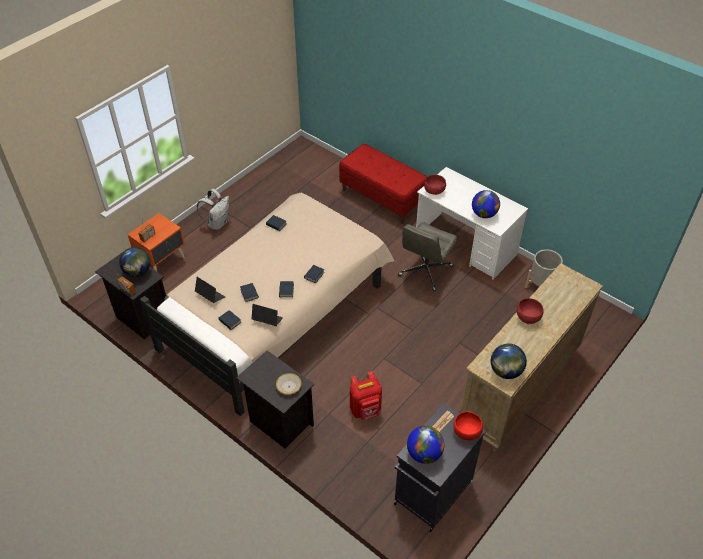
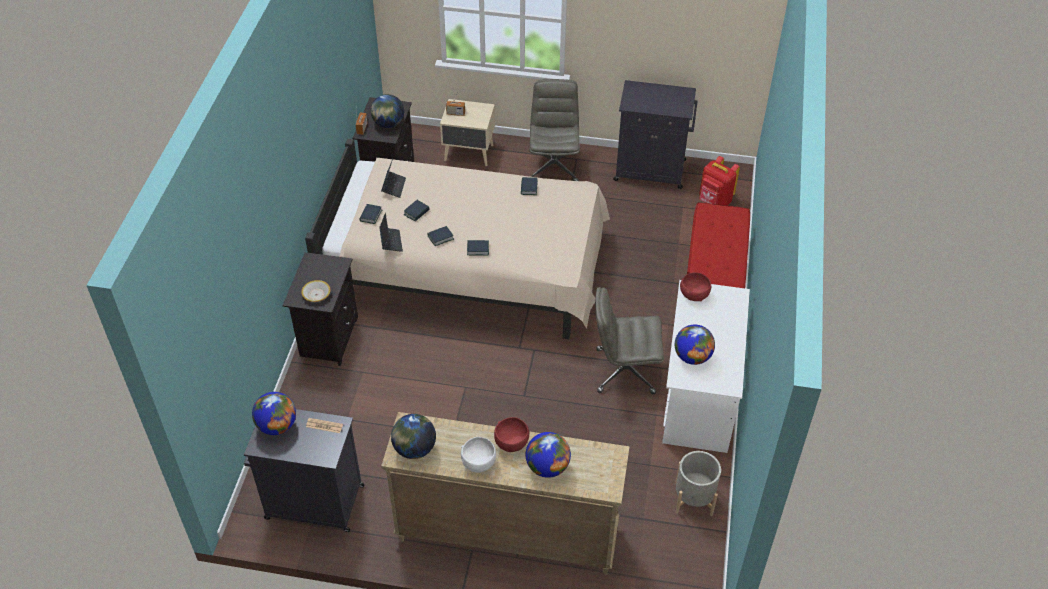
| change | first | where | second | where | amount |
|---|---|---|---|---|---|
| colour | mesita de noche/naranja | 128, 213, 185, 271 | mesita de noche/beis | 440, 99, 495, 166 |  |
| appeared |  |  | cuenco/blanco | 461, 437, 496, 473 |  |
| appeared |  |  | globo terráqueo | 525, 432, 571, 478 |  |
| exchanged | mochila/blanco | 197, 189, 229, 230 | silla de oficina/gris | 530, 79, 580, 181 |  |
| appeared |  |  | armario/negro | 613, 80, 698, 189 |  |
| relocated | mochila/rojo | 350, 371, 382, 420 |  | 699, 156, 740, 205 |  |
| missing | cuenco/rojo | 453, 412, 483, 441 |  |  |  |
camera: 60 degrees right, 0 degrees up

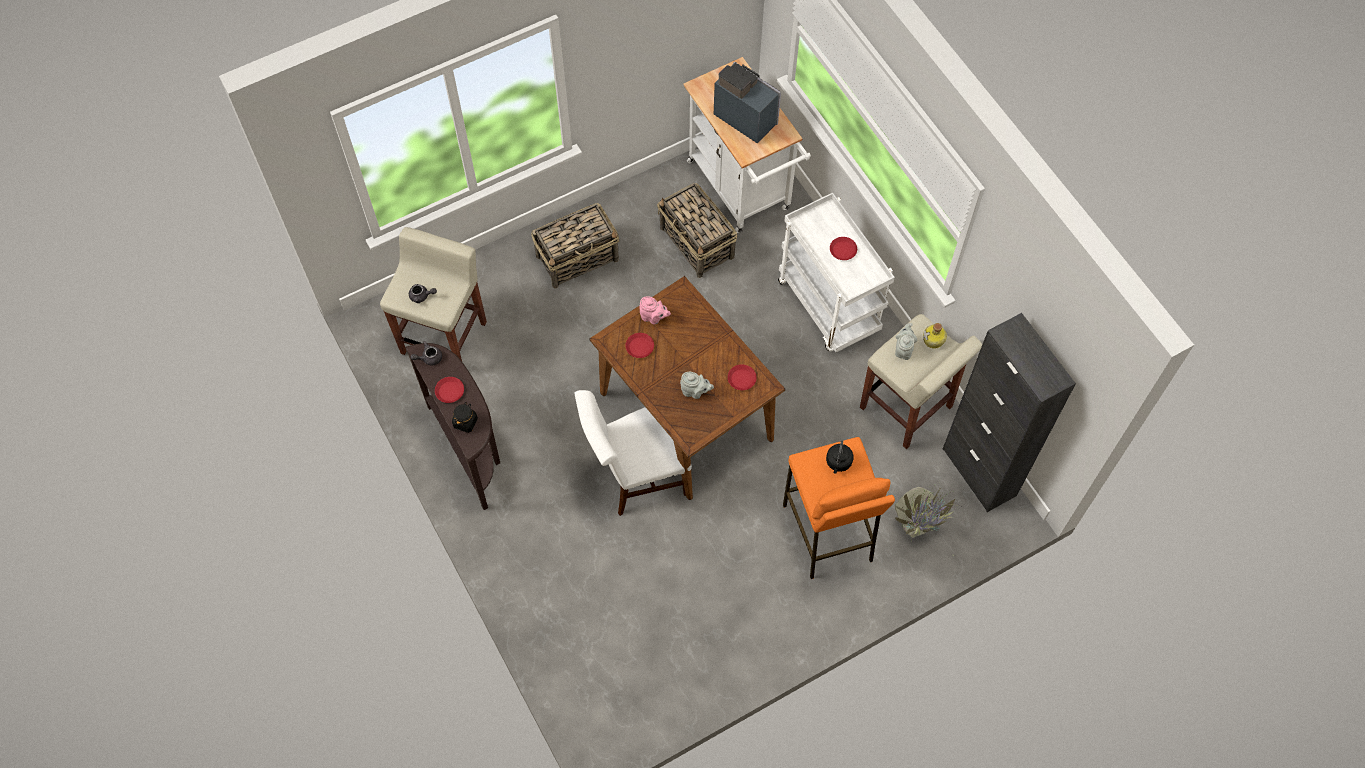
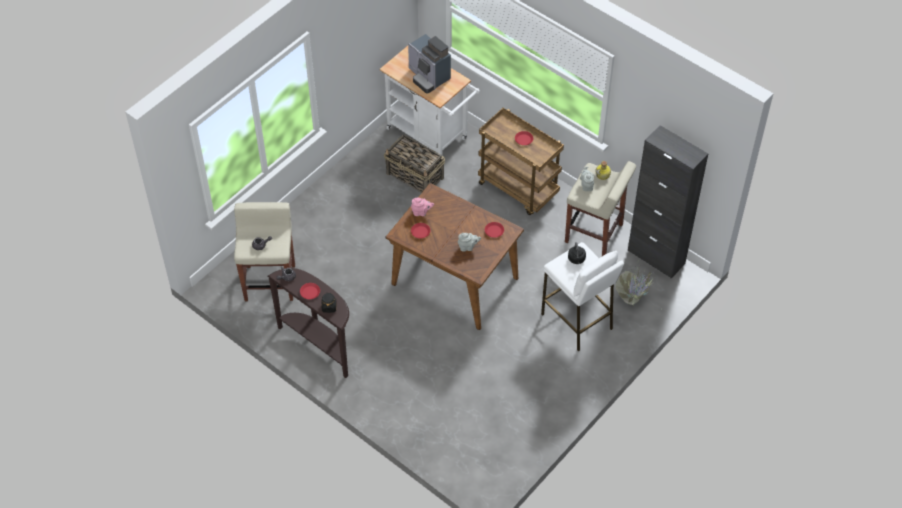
| change | first | where | second | where | amount |
|---|---|---|---|---|---|
| spun | cafetera | 714, 62, 781, 143 |  | 408, 34, 451, 93 | 150 degrees counterclockwise |
| colour | carrito/blanco | 778, 193, 895, 353 | carrito/marrón | 478, 108, 564, 215 |  |
| colour | taburete/naranja | 783, 437, 895, 579 | taburete/blanco | 541, 242, 624, 352 |  |
| missing | cesta | 531, 203, 619, 289 |  |  |  |
| missing | silla/blanco | 575, 390, 692, 516 |  |  |  |
camera: 20 degrees left, 10 degrees down

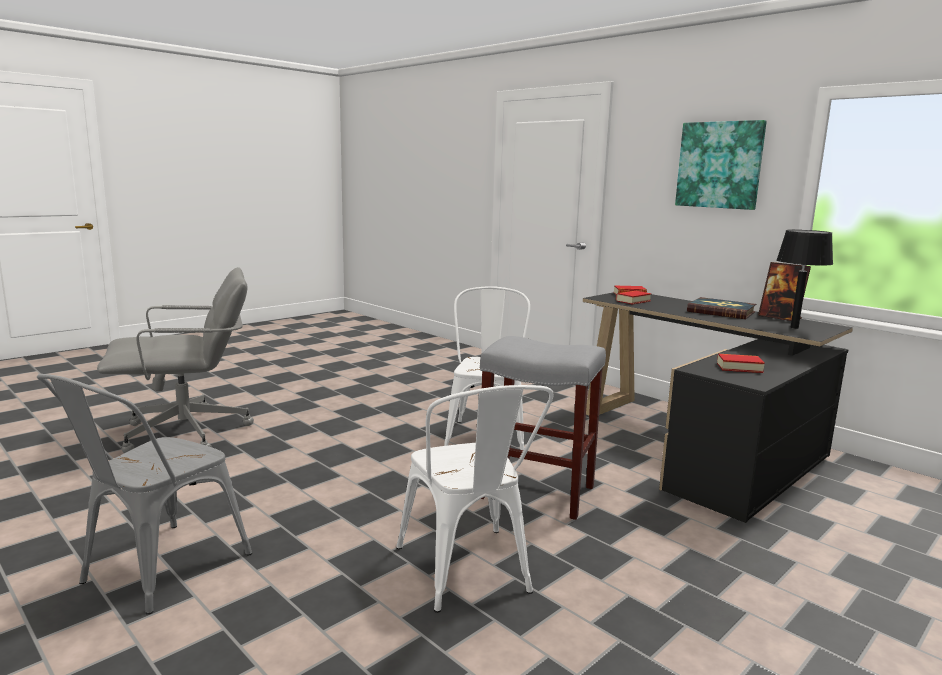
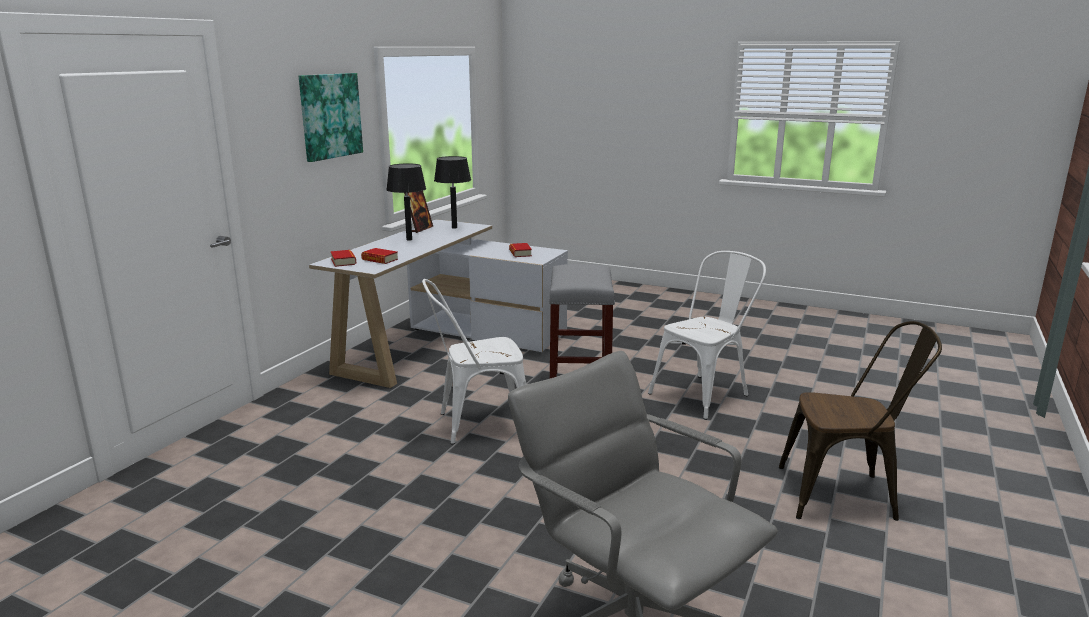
| change | first | where | second | where | amount |
|---|---|---|---|---|---|
| colour | escritorio/negro | 583, 292, 853, 523 | escritorio/blanco | 309, 219, 568, 388 |  |
| exchanged | libro | 687, 297, 756, 319 | lámpara de mesa/negro | 386, 164, 426, 241 |  |
| colour | silla/gris | 37, 374, 252, 615 | silla/marrón | 779, 321, 942, 521 |  |
camera: 110 degrees left, 5 degrees up

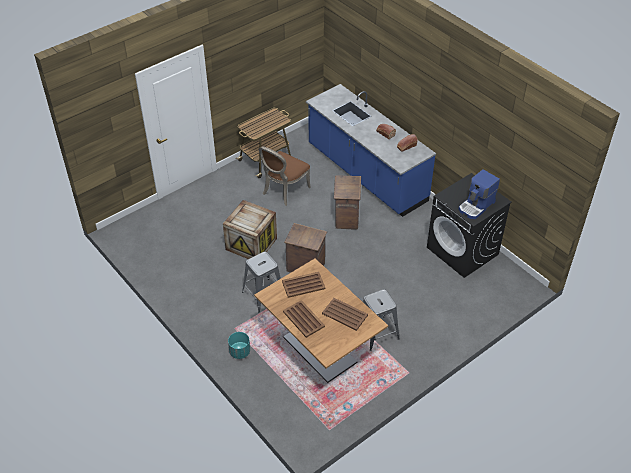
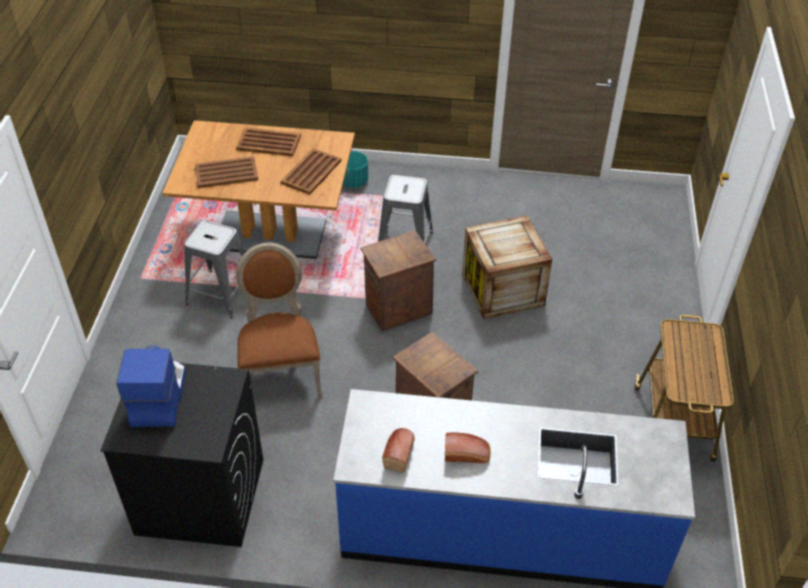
| change | first | where | second | where | amount |
|---|---|---|---|---|---|
| relocated | silla/marrón | 259, 146, 311, 206 |  | 236, 243, 322, 398 |  |
camera: 135 degrees right, 0 degrees up

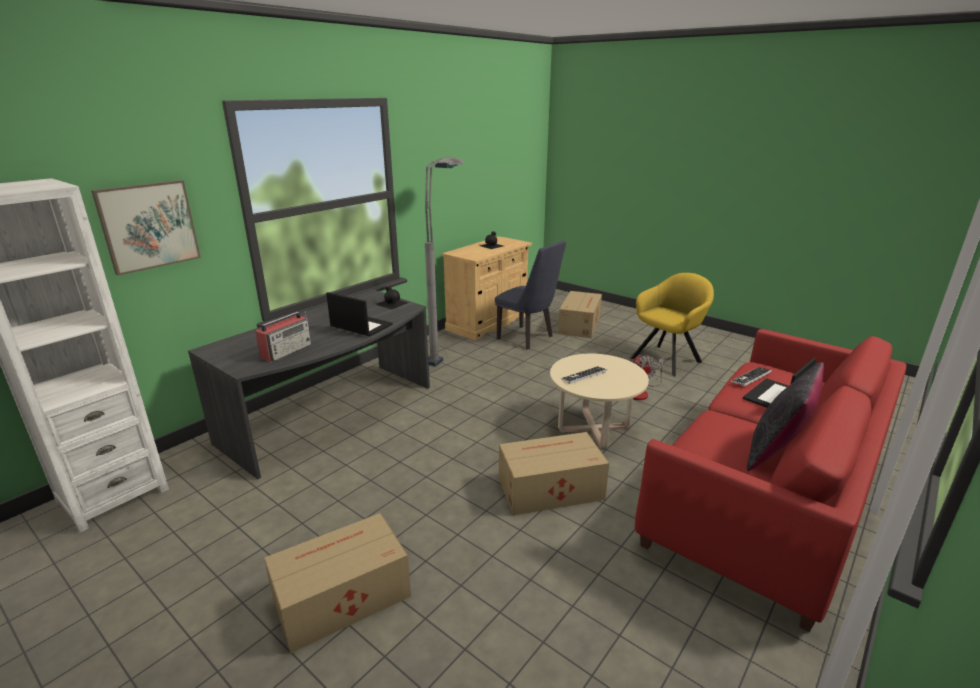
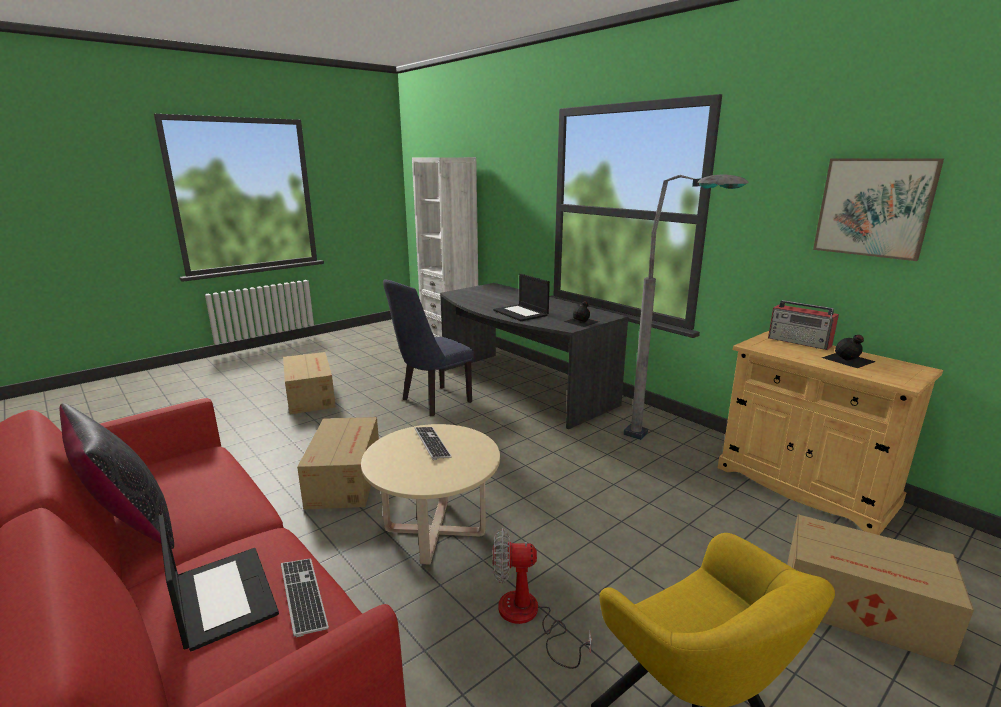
| change | first | where | second | where | amount |
|---|---|---|---|---|---|
| relocated | silla/azul | 495, 240, 566, 349 |  | 383, 280, 474, 416 |  |
| spun | portátil | 326, 292, 393, 336 |  | 493, 274, 550, 321 | 105 degrees clockwise |
| relocated | radio | 255, 311, 311, 362 |  | 768, 300, 839, 350 |  |
| relocated | cuadro | 91, 180, 201, 275 |  | 813, 158, 944, 261 |  |
camera: 100 degrees right, 5 degrees down

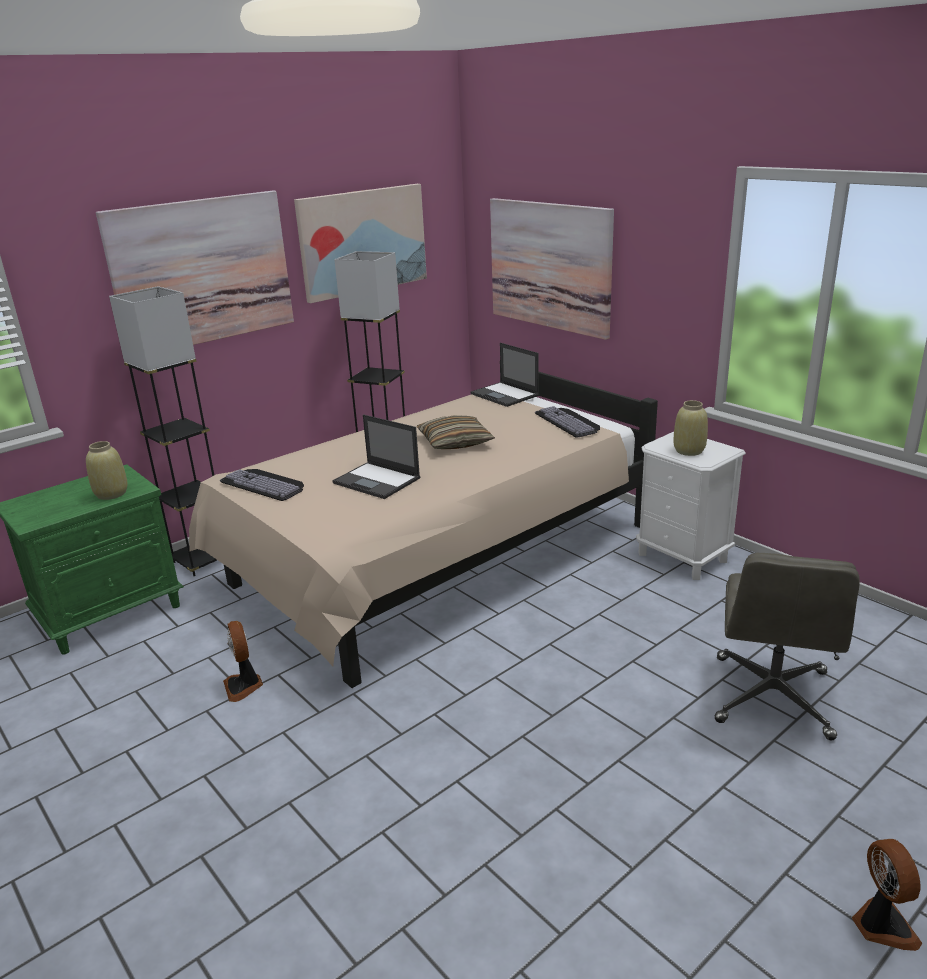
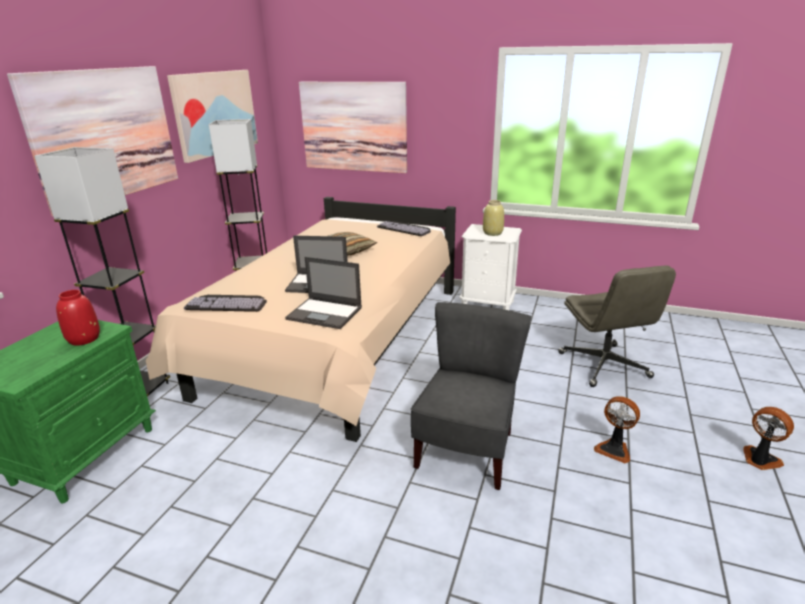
| change | first | where | second | where | amount |
|---|---|---|---|---|---|
| colour | florero/beis | 86, 441, 128, 500 | florero/rojo | 56, 290, 100, 346 |  |
| relocated | portátil | 470, 343, 539, 407 |  | 285, 257, 362, 329 |  |
| appeared |  |  | silla/gris | 411, 302, 531, 490 |  |
| relocated | ventilador | 223, 621, 263, 702 |  | 594, 396, 640, 463 |  |
camera: 30 degrees left, 0 degrees up

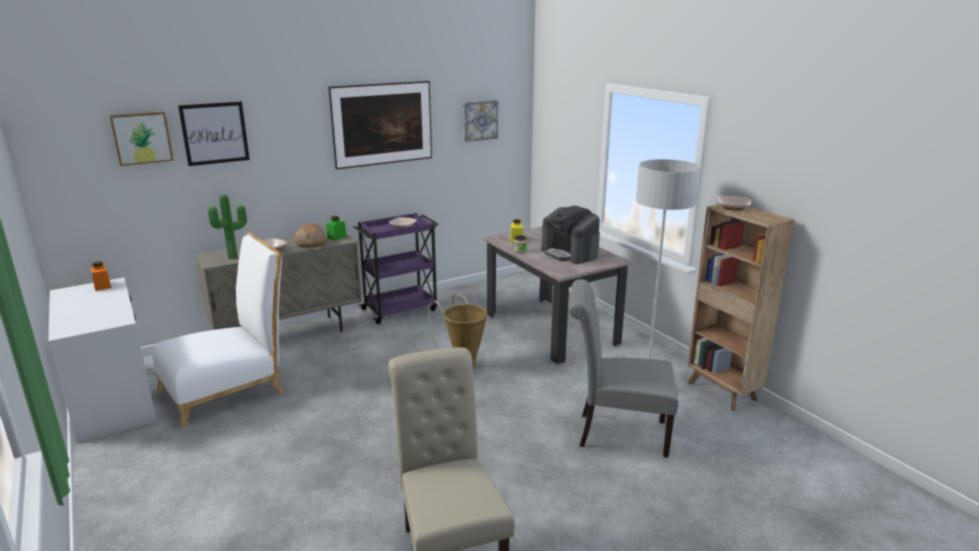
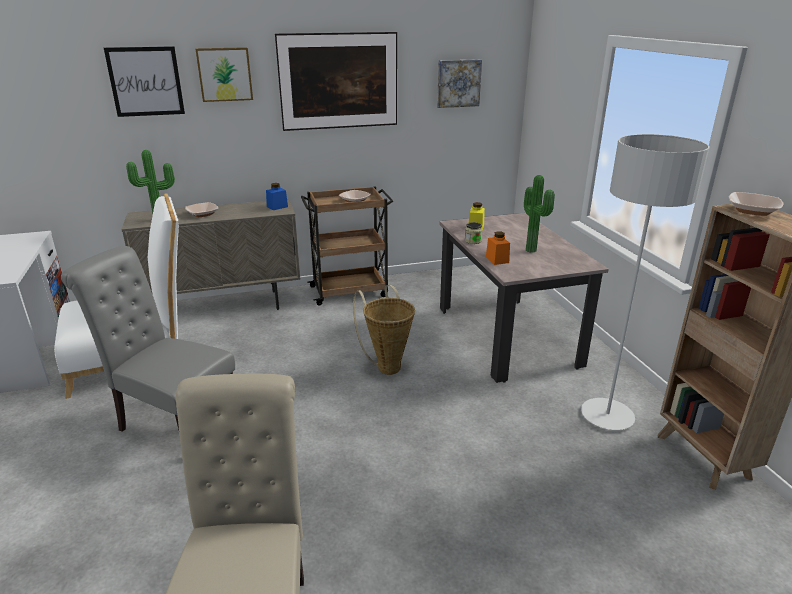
| change | first | where | second | where | amount |
|---|---|---|---|---|---|
| relocated | silla/gris | 569, 279, 678, 458 |  | 61, 246, 235, 432 |  |
| relocated | cuadro | 110, 112, 174, 166 |  | 196, 47, 253, 102 |  |
| colour | tarro/verde | 326, 216, 347, 241 | tarro/azul | 266, 183, 288, 210 |  |
| colour | carrito/morado | 353, 213, 439, 324 | carrito/marrón | 301, 186, 394, 306 |  |
| relocated | tarro/naranja | 91, 261, 111, 291 |  | 486, 231, 510, 265 |  |
| exchanged | cafetera | 541, 206, 600, 264 | planta en maceta | 524, 175, 555, 253 |  |
| missing | pan | 294, 224, 325, 248 |  |  |  |
camera: 15 degrees right, 5 degrees up

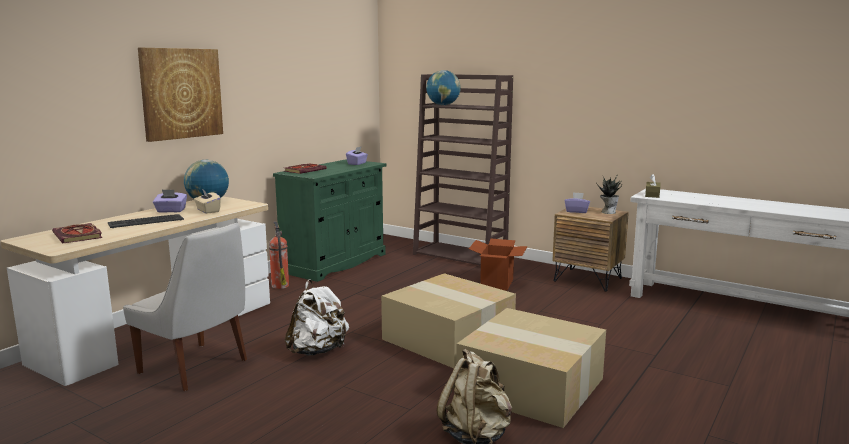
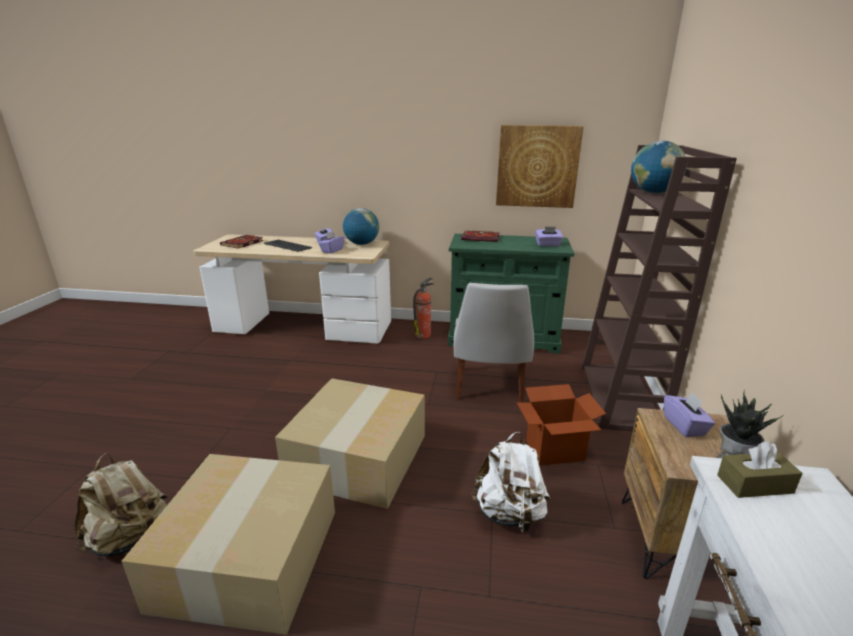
| change | first | where | second | where | amount |
|---|---|---|---|---|---|
| colour | caja de pañuelos/beis | 194, 189, 221, 214 | caja de pañuelos/morado | 319, 231, 344, 253 |  |
| relocated | silla/blanco | 123, 223, 247, 391 |  | 454, 283, 534, 403 |  |
| relocated | mochila/blanco | 285, 279, 349, 355 |  | 471, 432, 550, 534 |  |
| relocated | cuadro | 138, 48, 223, 142 |  | 496, 125, 584, 208 |  |
camera: 65 degrees right, 10 degrees up

